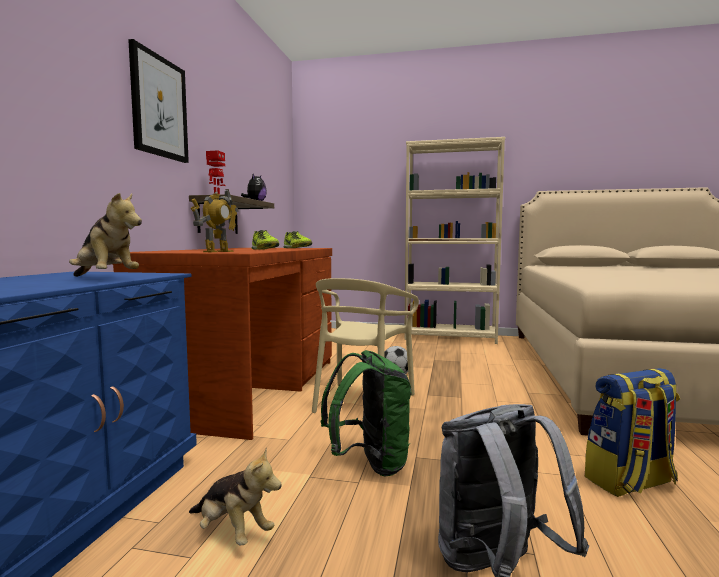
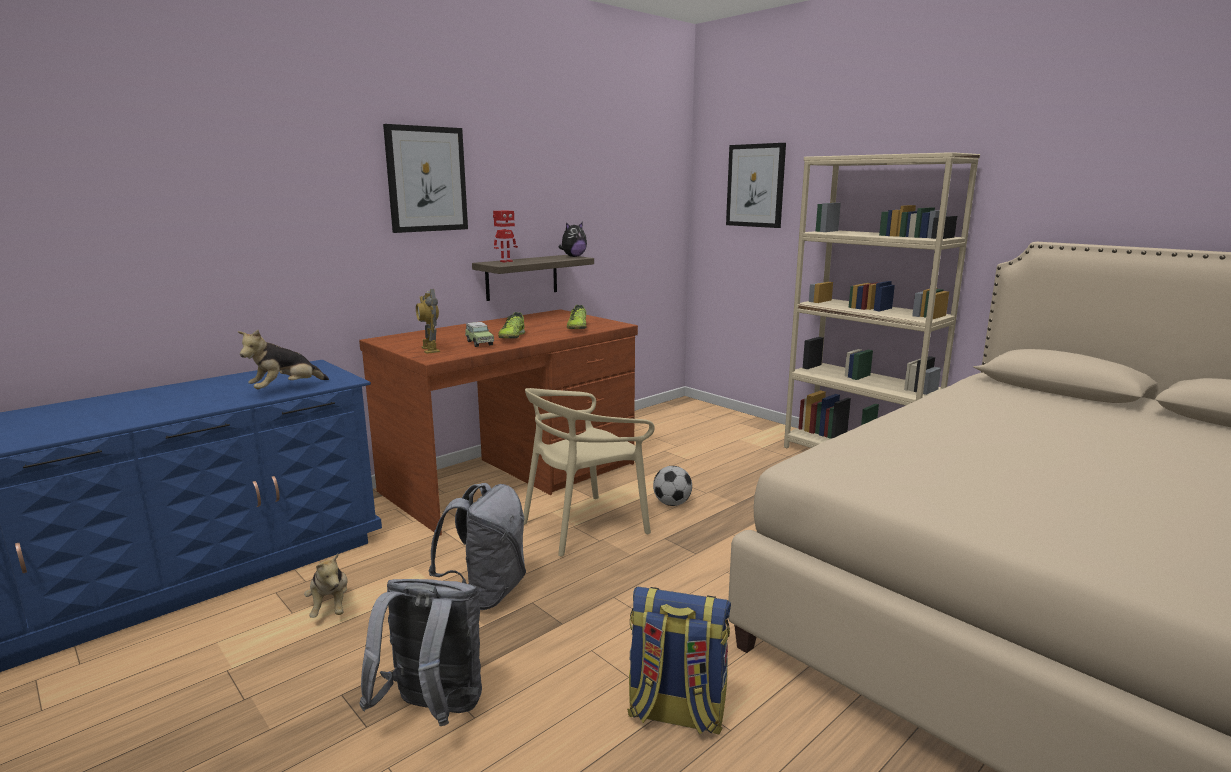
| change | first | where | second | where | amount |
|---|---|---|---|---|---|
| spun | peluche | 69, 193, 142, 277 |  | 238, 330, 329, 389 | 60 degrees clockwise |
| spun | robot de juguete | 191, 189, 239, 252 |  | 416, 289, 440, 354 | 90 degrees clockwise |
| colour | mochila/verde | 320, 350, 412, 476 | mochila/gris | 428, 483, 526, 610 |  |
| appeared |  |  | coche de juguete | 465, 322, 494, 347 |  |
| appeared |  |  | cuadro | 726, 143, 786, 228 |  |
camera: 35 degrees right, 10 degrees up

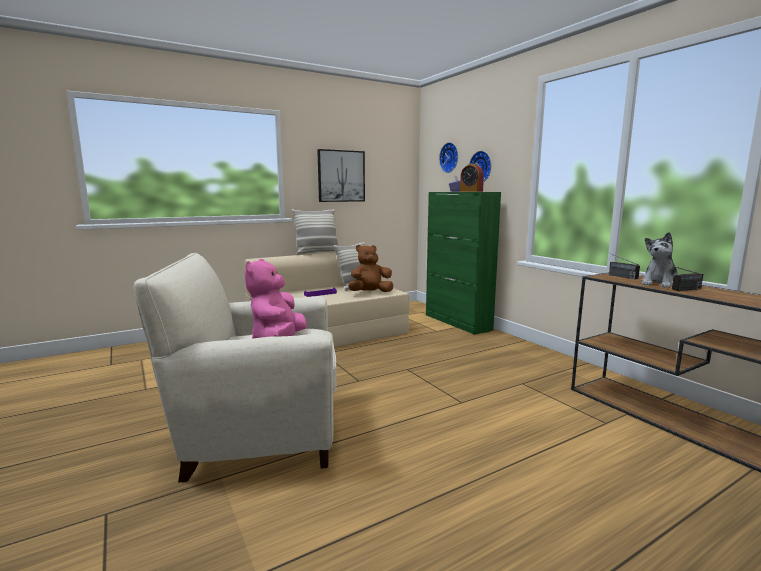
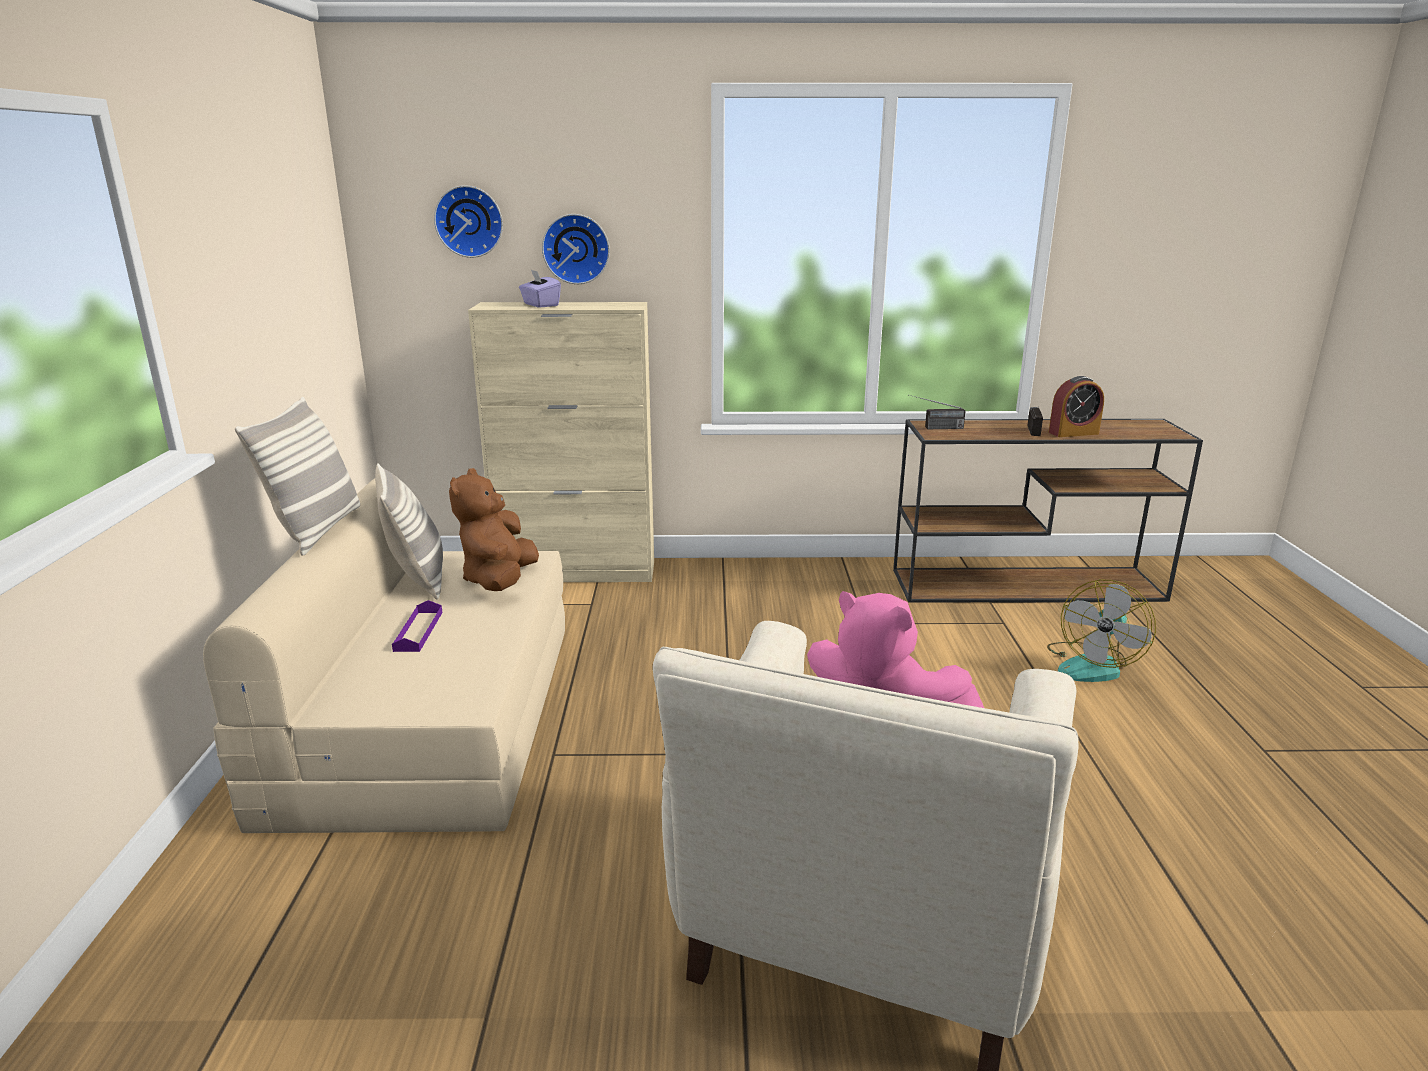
| change | first | where | second | where | amount |
|---|---|---|---|---|---|
| colour | armario/verde | 426, 192, 501, 335 | armario/beis | 468, 302, 654, 582 |  |
| appeared |  |  | ventilador | 1047, 580, 1156, 682 |  |
| relocated | despertador | 460, 163, 484, 192 |  | 1049, 376, 1104, 437 |  |
| missing | cuadro | 317, 149, 365, 202 |  |  |  |
| missing | peluche | 641, 232, 677, 288 |  |  |  |
camera: 60 degrees left, 10 degrees up

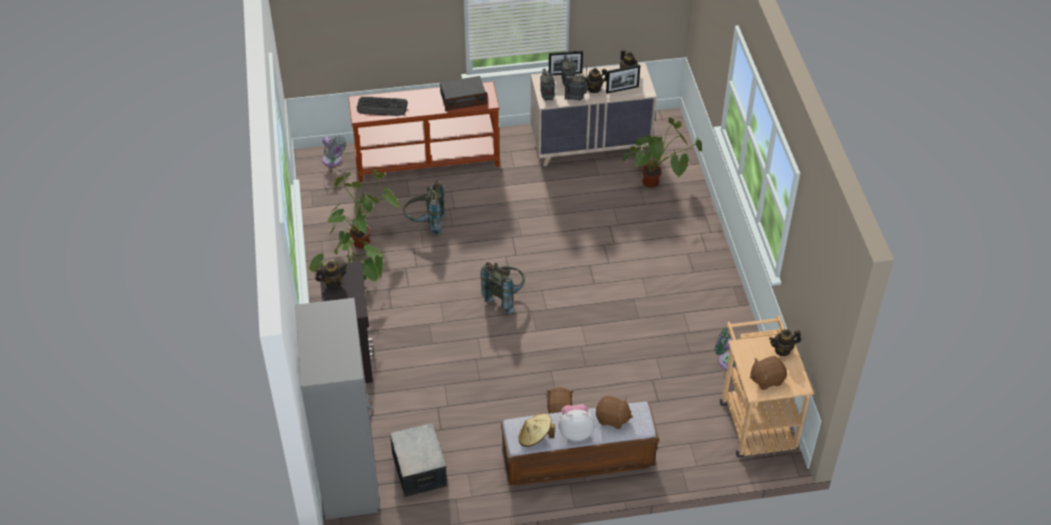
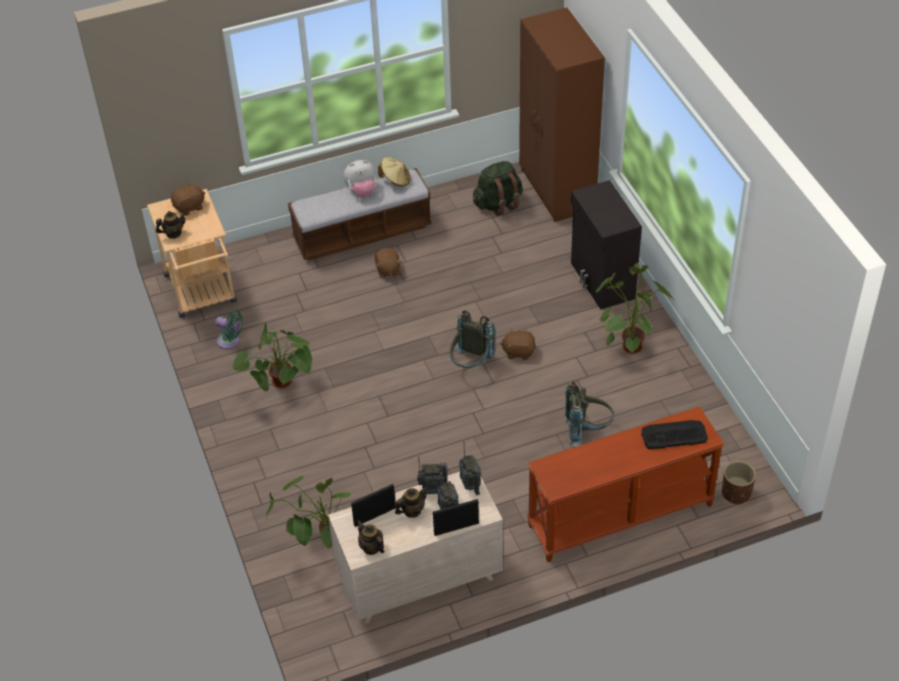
| change | first | where | second | where | amount |
|---|---|---|---|---|---|
| relocated | planta en maceta | 327, 169, 400, 249 |  | 231, 323, 312, 392 |  |
| exchanged | caja de almacenaje | 390, 423, 447, 497 | mochila/verde | 473, 161, 523, 216 |  |
| relocated | peluche/marrón | 596, 396, 633, 429 |  | 500, 329, 536, 360 |  |
| colour | armario ropero/gris | 295, 298, 380, 520 | armario ropero/marrón | 519, 7, 605, 222 |  |
| exchanged | ventilador/gris | 322, 136, 346, 167 | maceta/marrón | 722, 461, 756, 505 |  |
| missing | tetera | 315, 261, 347, 288 |  |  |  |
| missing | radio | 440, 76, 487, 111 |  |  |  |
camera: 170 degrees right, 0 degrees up

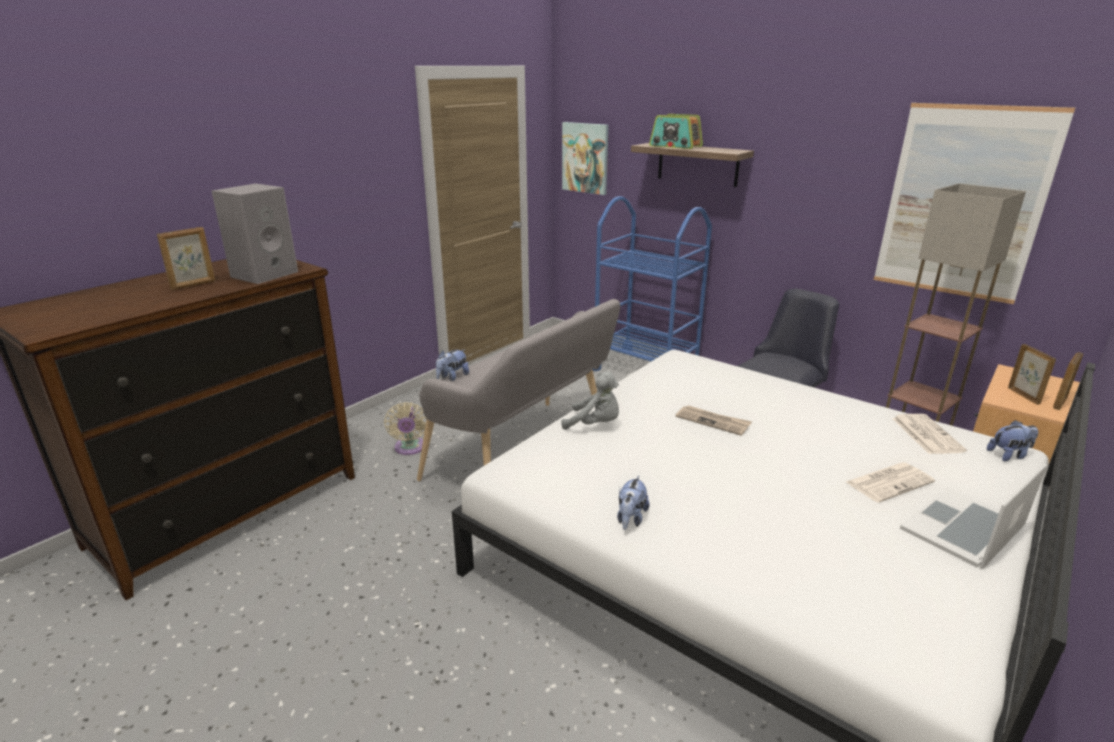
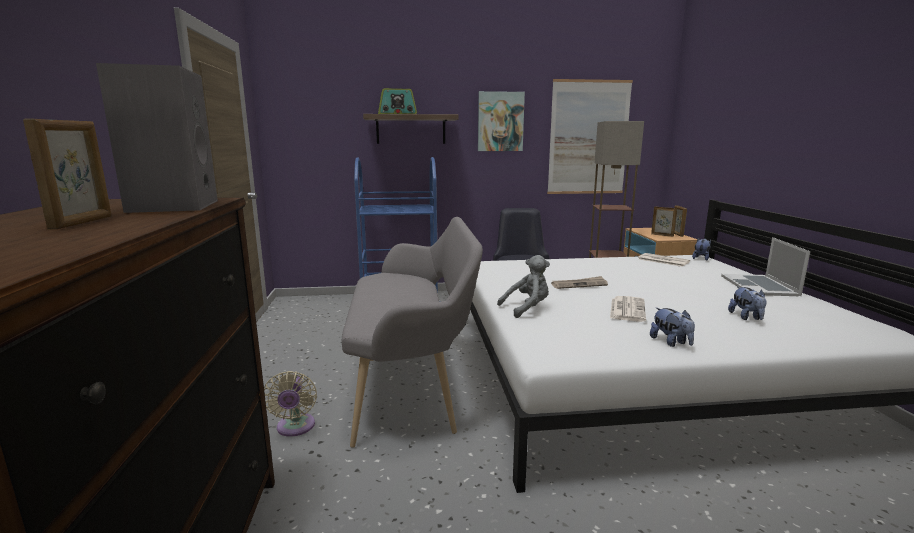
| change | first | where | second | where | amount |
|---|---|---|---|---|---|
| spun | ventilador/beis | 384, 402, 427, 455 |  | 264, 371, 317, 437 | 45 degrees clockwise |
| relocated | cuadro | 562, 122, 609, 195 |  | 478, 91, 525, 151 |  |
| relocated | periódico | 846, 462, 935, 502 |  | 610, 296, 646, 322 |  |
| relocated | peluche | 436, 349, 469, 381 |  | 728, 286, 767, 320 |  |
camera: 45 degrees left, 10 degrees down

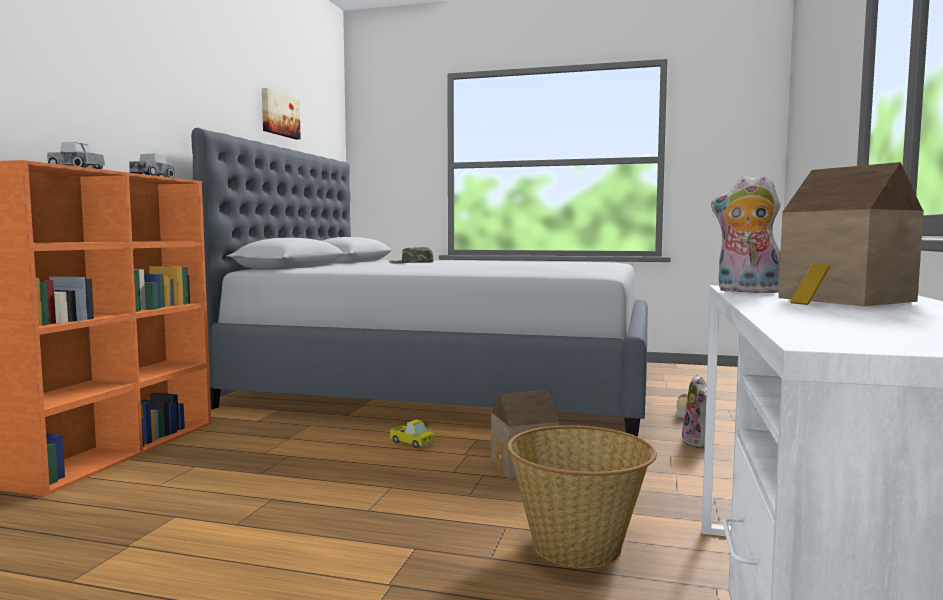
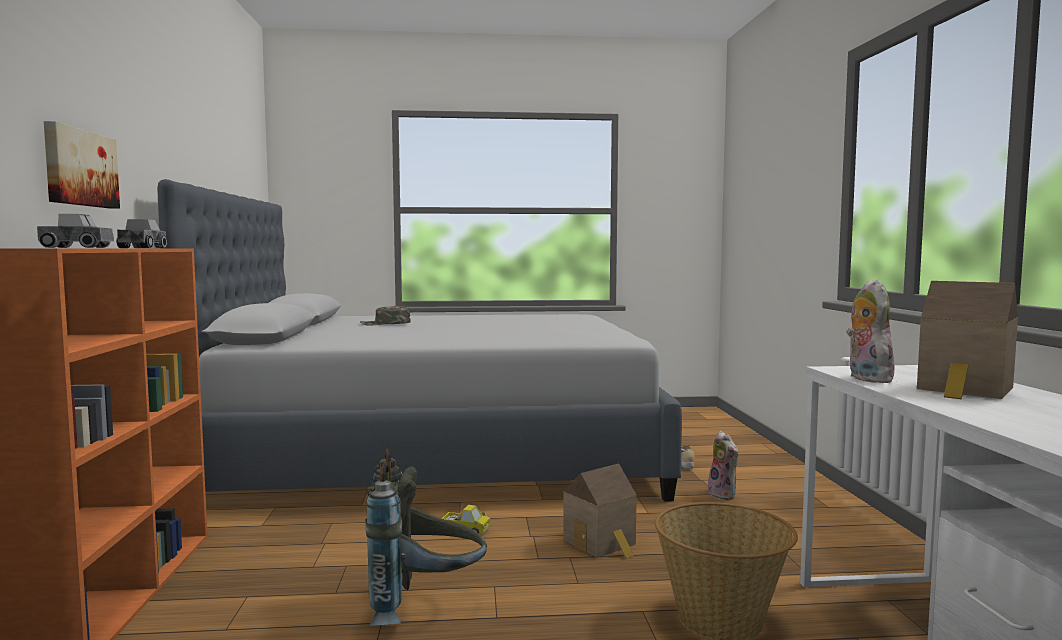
| change | first | where | second | where | amount |
|---|---|---|---|---|---|
| relocated | cuadro | 262, 88, 301, 139 |  | 44, 121, 120, 209 |  |
| appeared |  |  | mochila/gris | 365, 448, 487, 626 |  |
| spun | peluche | 711, 174, 781, 293 |  | 846, 280, 895, 383 | 75 degrees clockwise |
camera: 20 degrees left, 0 degrees up

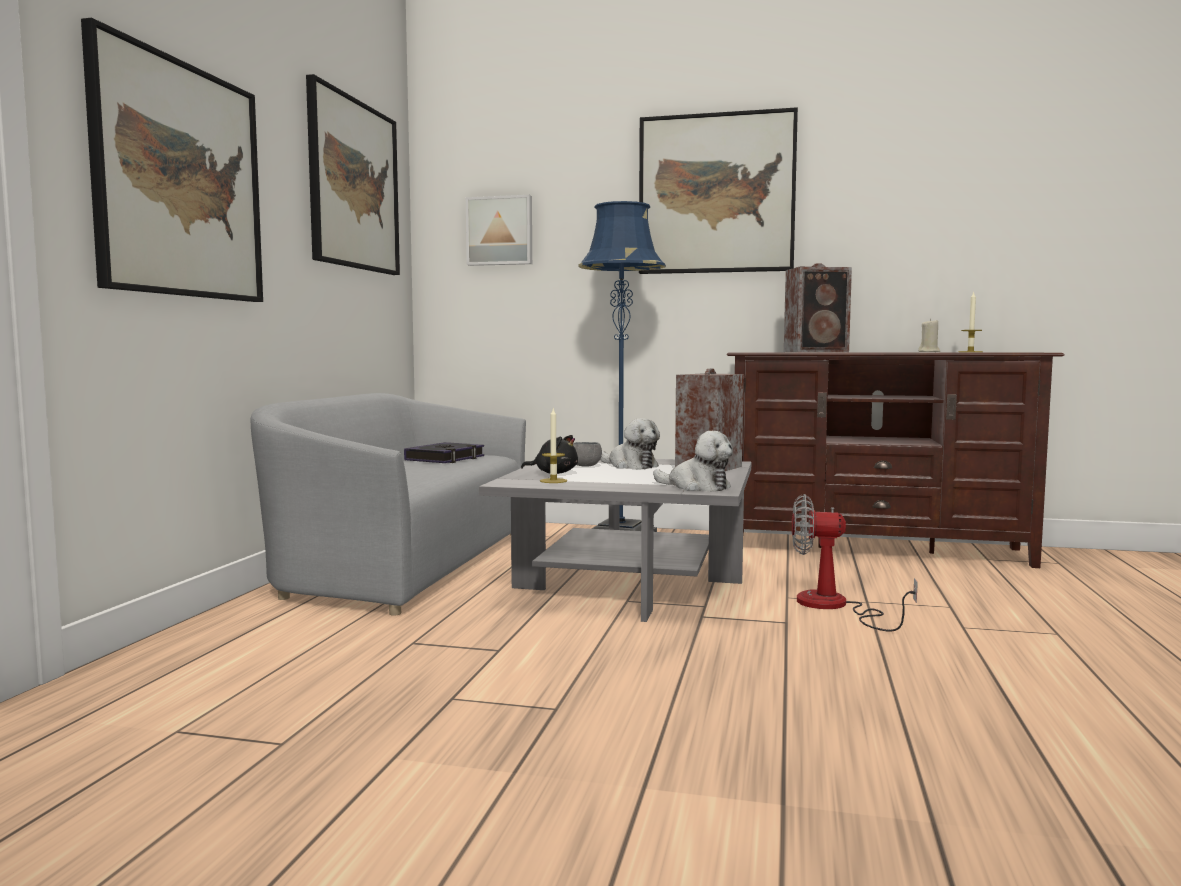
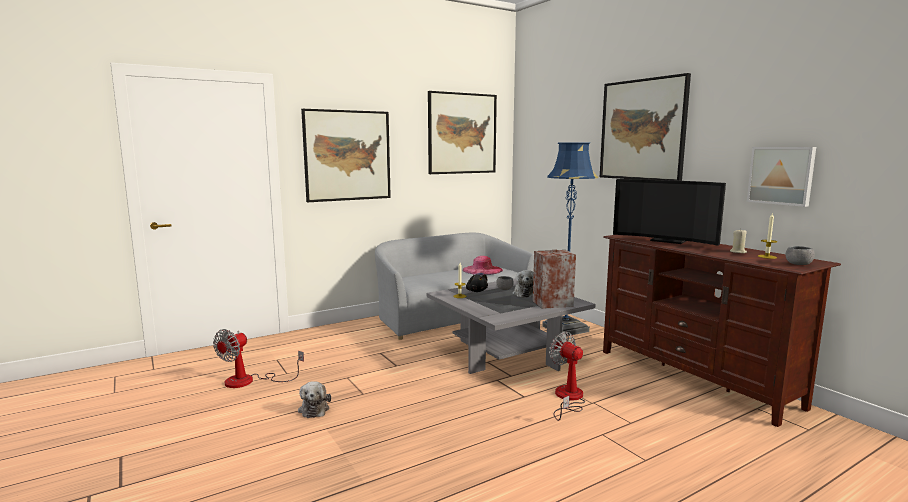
| change | first | where | second | where | amount |
|---|---|---|---|---|---|
| appeared |  |  | ventilador | 213, 329, 304, 388 |  |
| relocated | peluche | 653, 431, 733, 492 |  | 298, 381, 331, 418 |  |
| exchanged | libro | 404, 442, 484, 463 | sombrero/rosa | 463, 256, 503, 275 |  |
| exchanged | altavoz | 784, 264, 852, 352 | televisor | 613, 179, 726, 246 |  |
| relocated | cuadro | 466, 195, 532, 266 |  | 747, 147, 816, 207 |  |
| appeared |  |  | cuenco/gris | 786, 246, 815, 265 |  |
camera: 45 degrees right, 5 degrees up

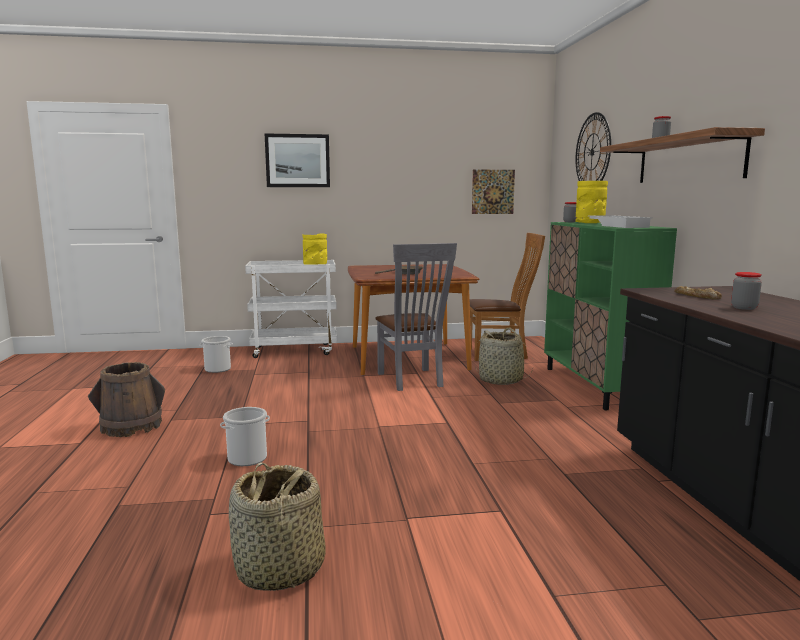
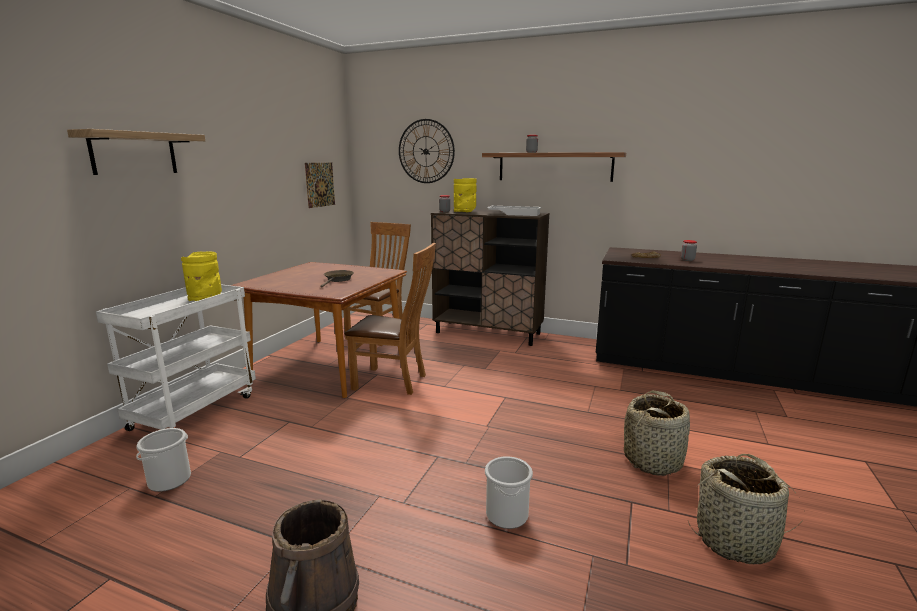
| change | first | where | second | where | amount |
|---|---|---|---|---|---|
| exchanged | cuadro | 265, 134, 330, 187 | estante | 67, 129, 205, 175 |  |
| colour | silla/gris | 375, 243, 457, 391 | silla/marrón | 345, 243, 436, 395 |  |
| colour | armario/verde | 544, 222, 677, 410 | armario/marrón | 431, 209, 549, 346 |  |
| relocated | cesta | 475, 327, 533, 385 |  | 624, 391, 690, 476 |  |
camera: 60 degrees left, 5 degrees up

